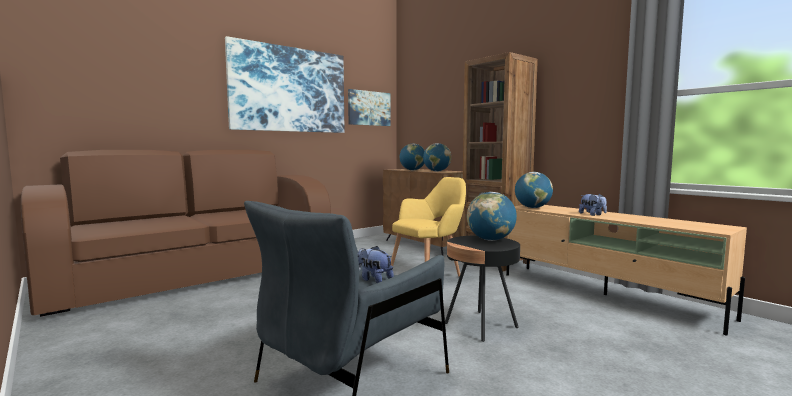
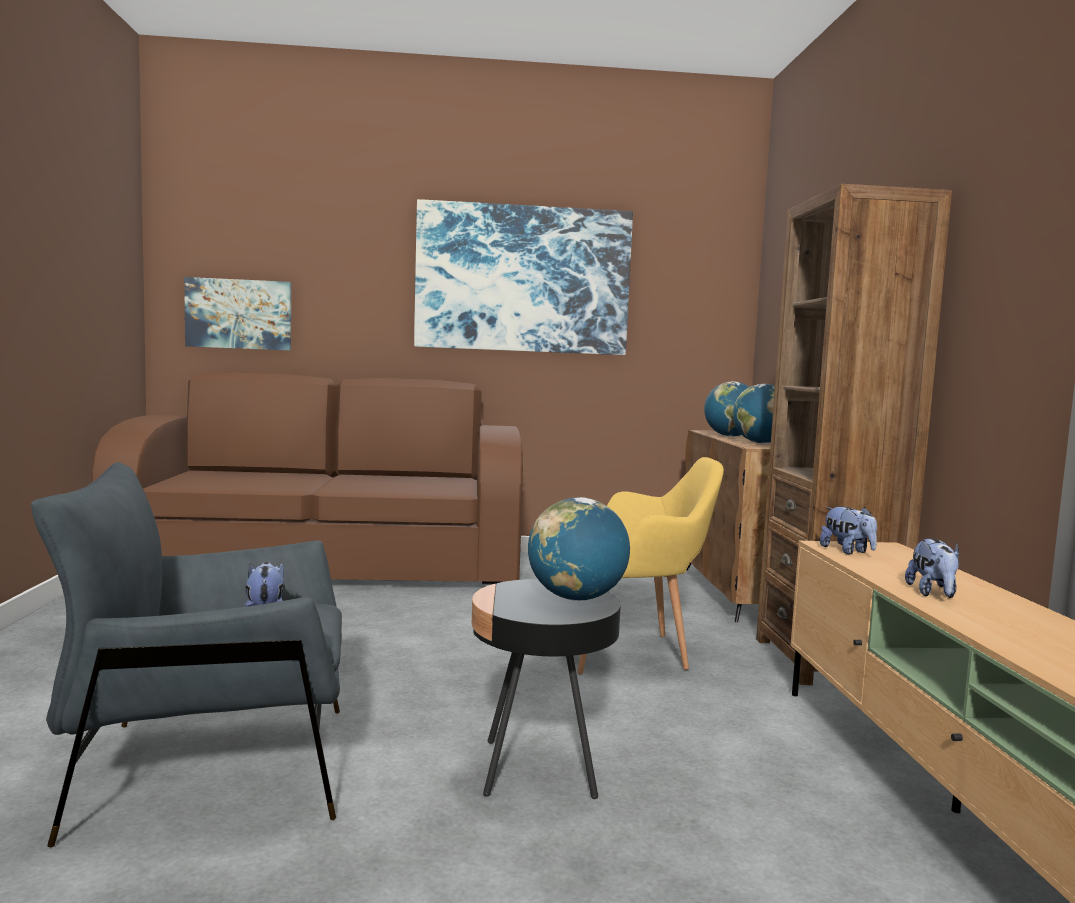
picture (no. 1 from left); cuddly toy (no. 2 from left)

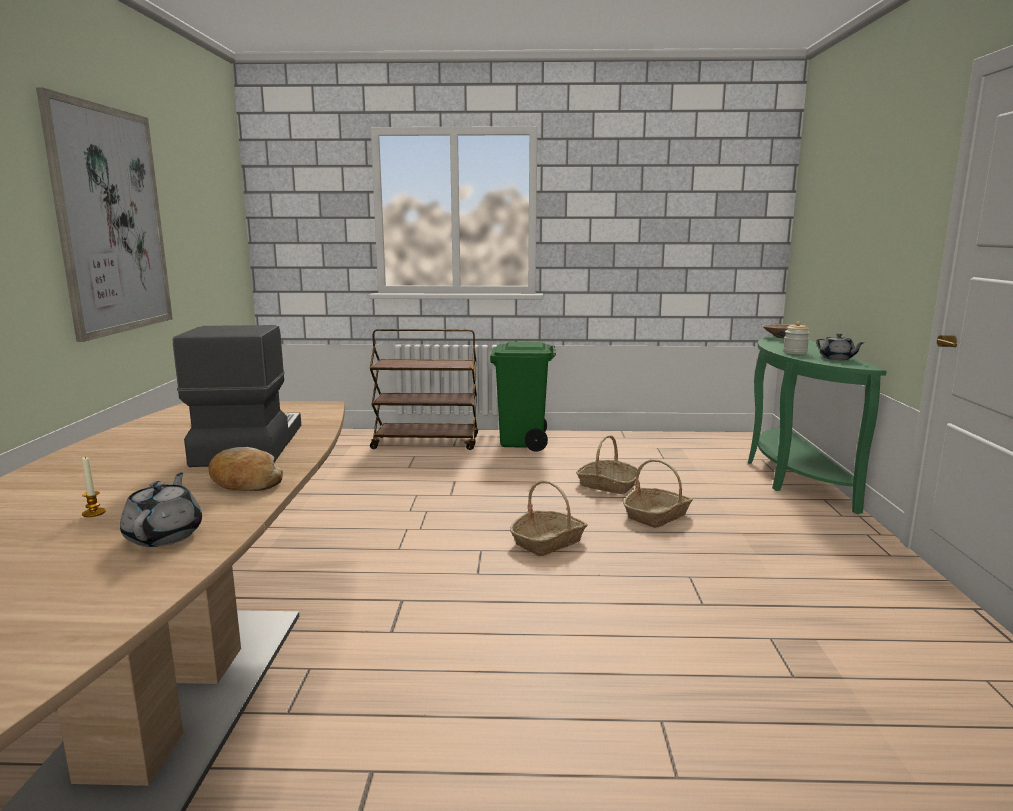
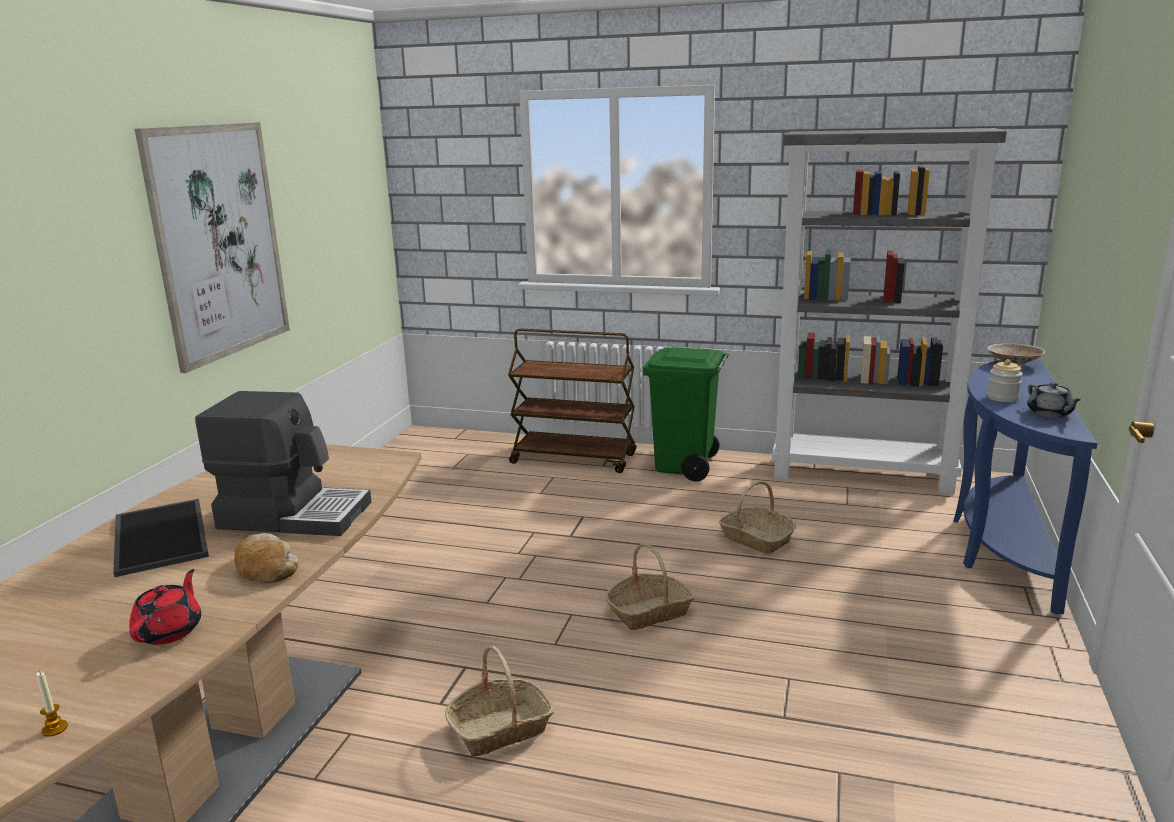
wax candle; serving tray; tea pot in reddish; coffee brewer; basket (no. 1 from left); shelving unit in greyish; hall table in blue-coloured

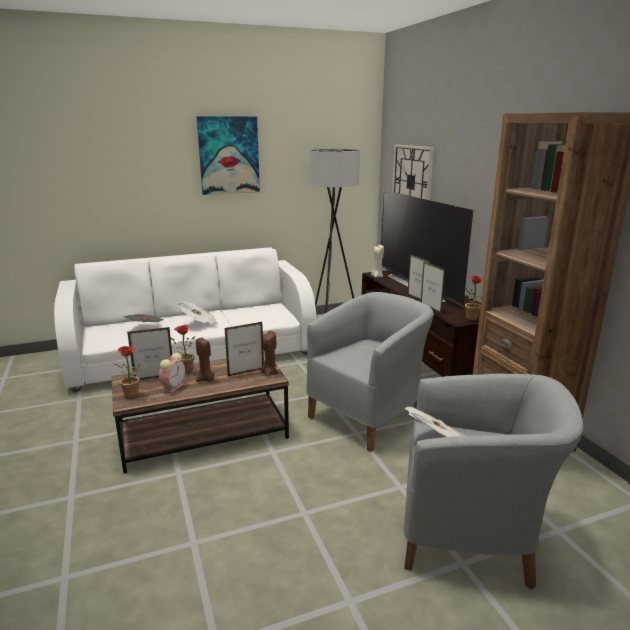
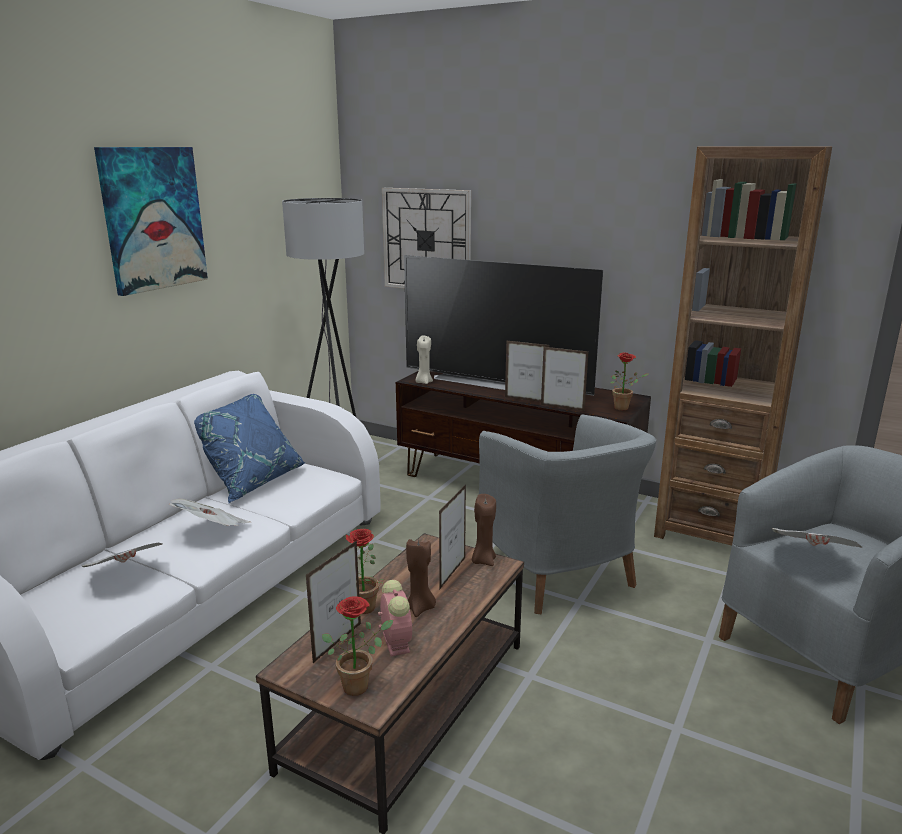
throw pillow in blue-coloured; armchair in greyish (no. 1 from left)

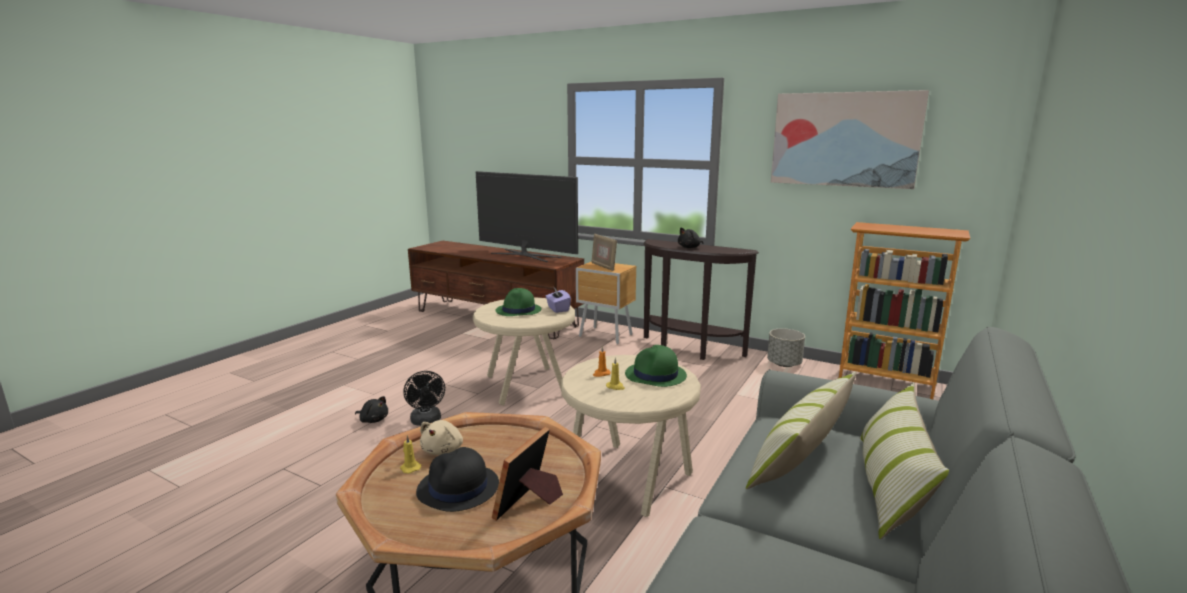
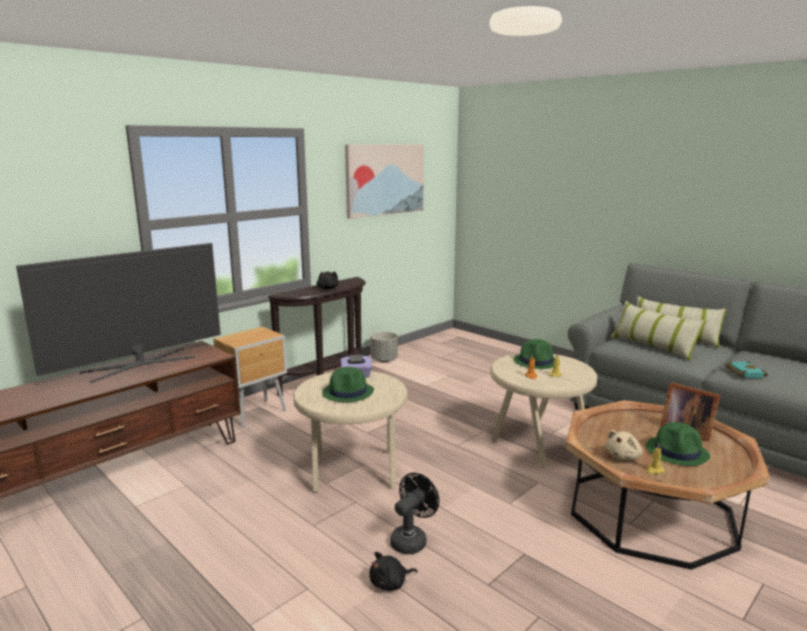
cuddly toy in blackish (no. 2 from left); electric fan in blackish; cuddly toy in beige-coloured; clothing hat in green-coloured (no. 3 from left); volume in blue-green; photo frame (no. 2 from left in the first image); shelving unit

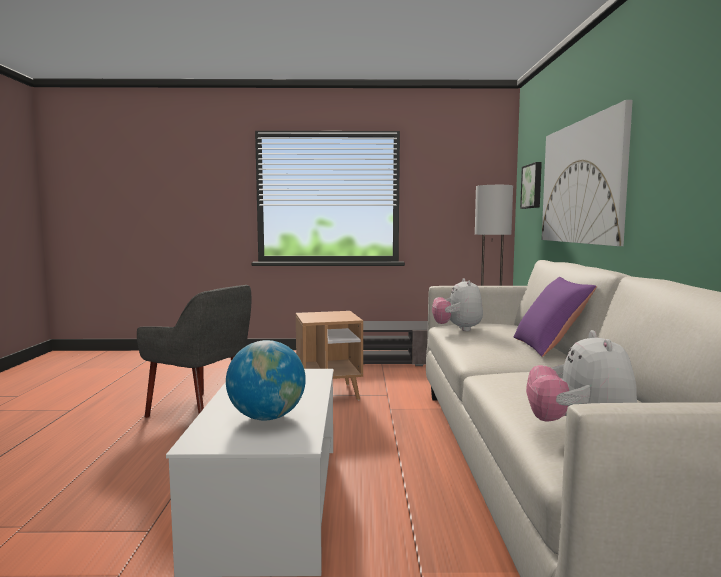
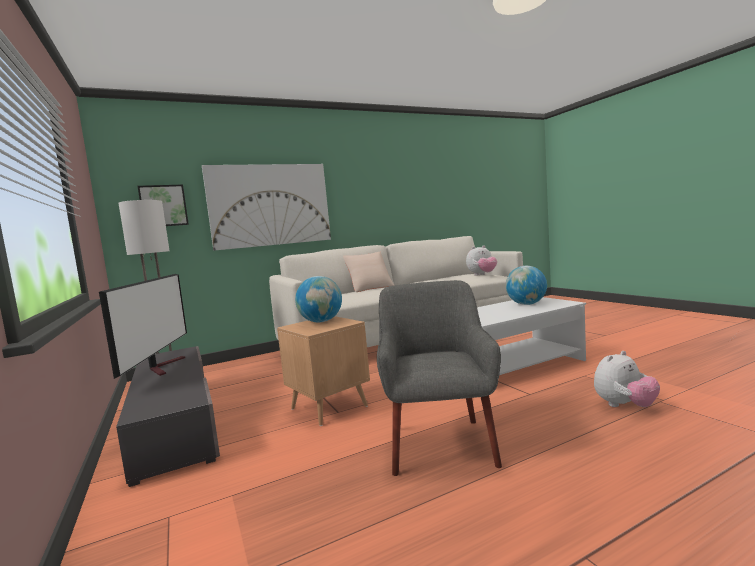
television; desk globe (no. 1 from left); throw pillow in beige-coloured; cuddly toy (no. 2 from left)

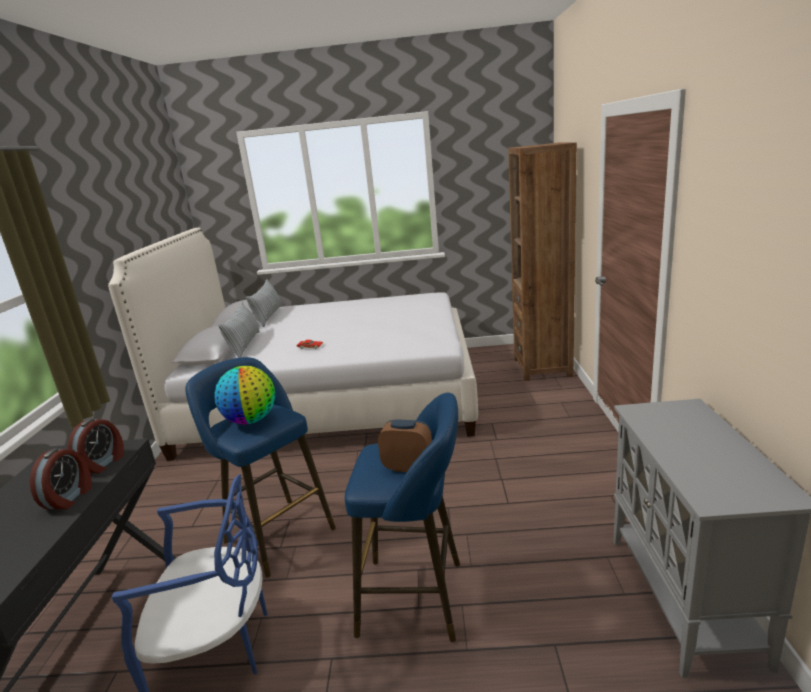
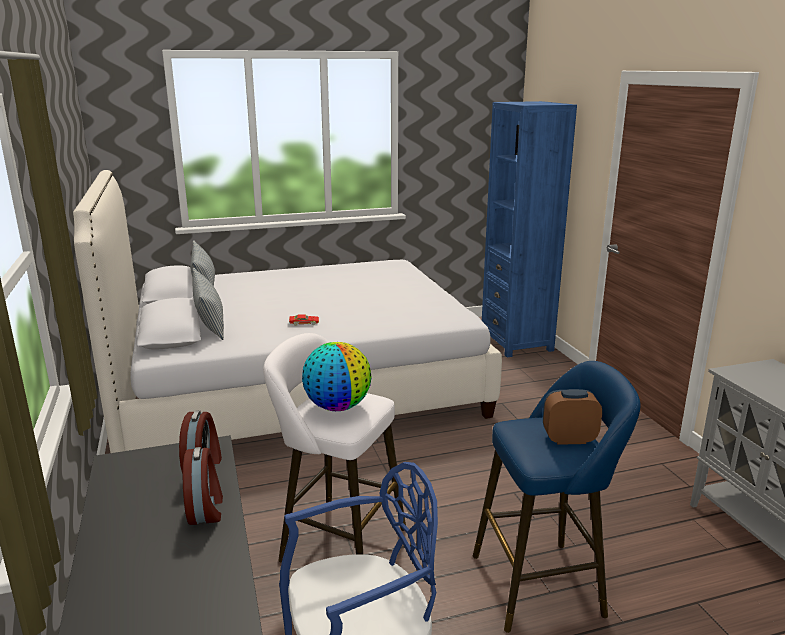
sitting stool in whitish; shelving unit in blue-coloured

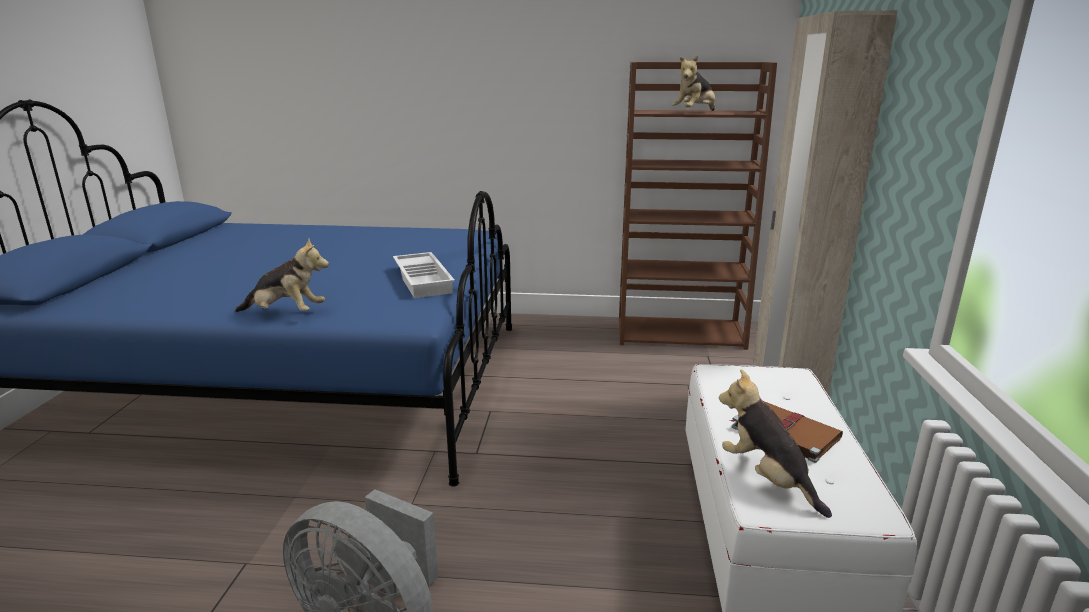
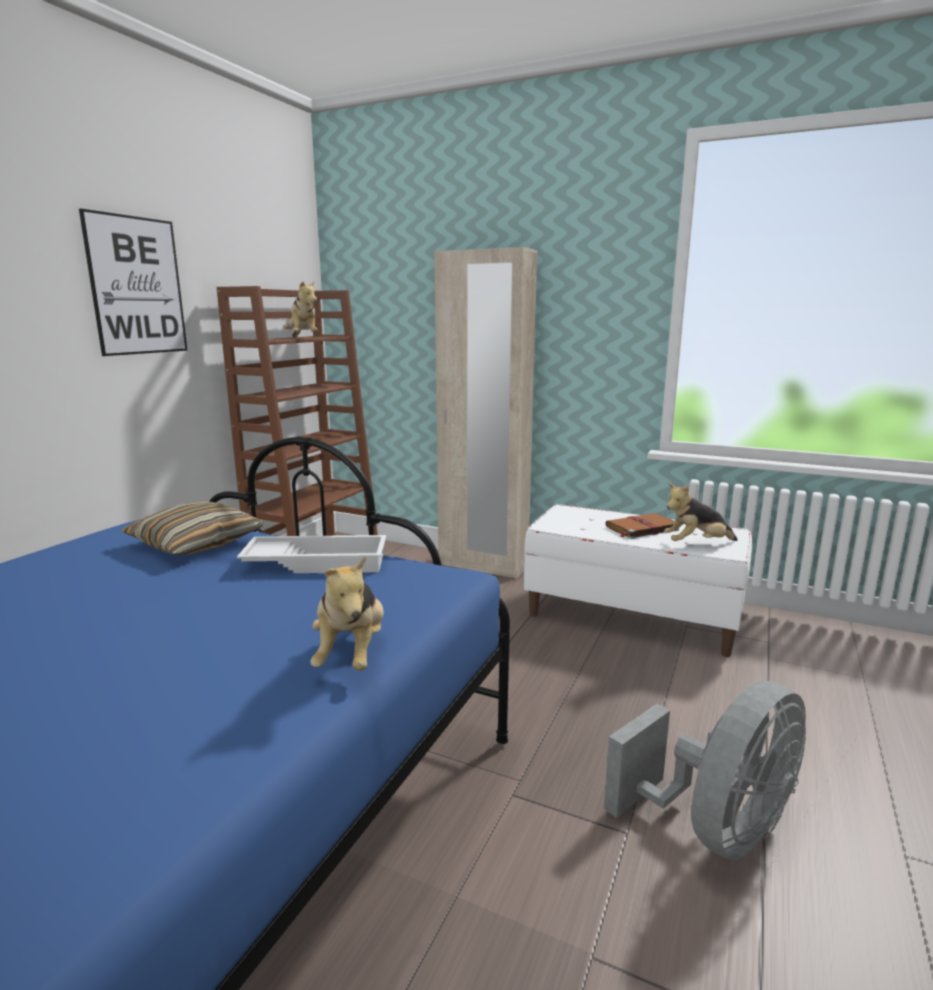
picture; throw pillow; cuddly toy (no. 2 from left)

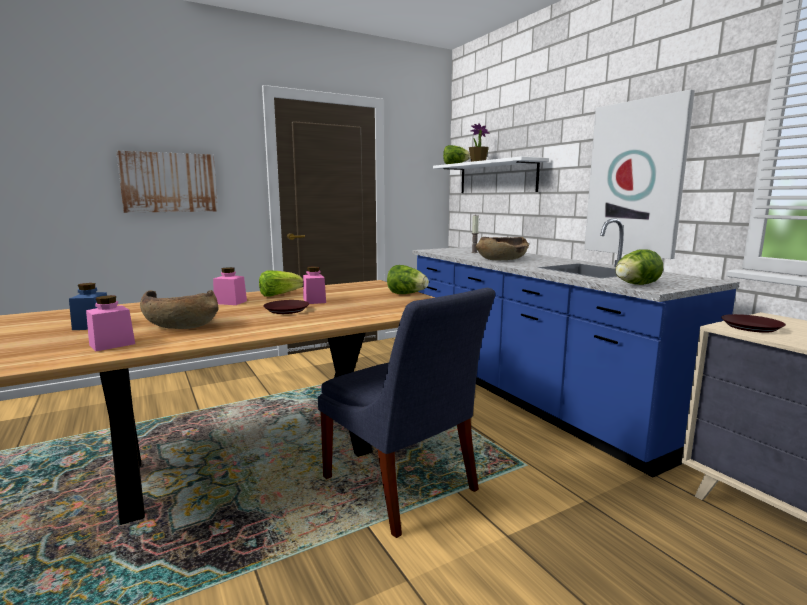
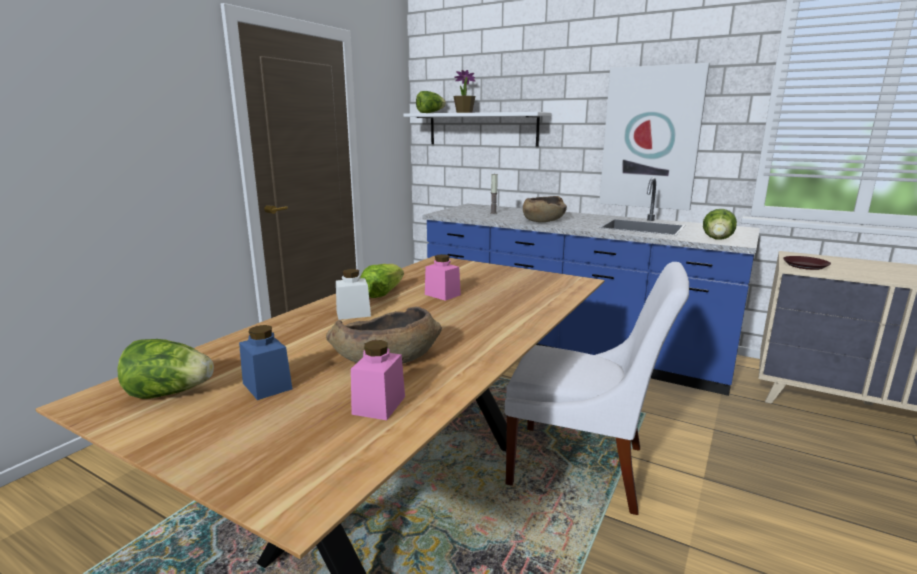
head of lettuce (no. 1 from left); jar in whitish; plain chair in whitish; picture (no. 1 from left in the first image); flat dish in brown-coloured (no. 1 from left in the first image)

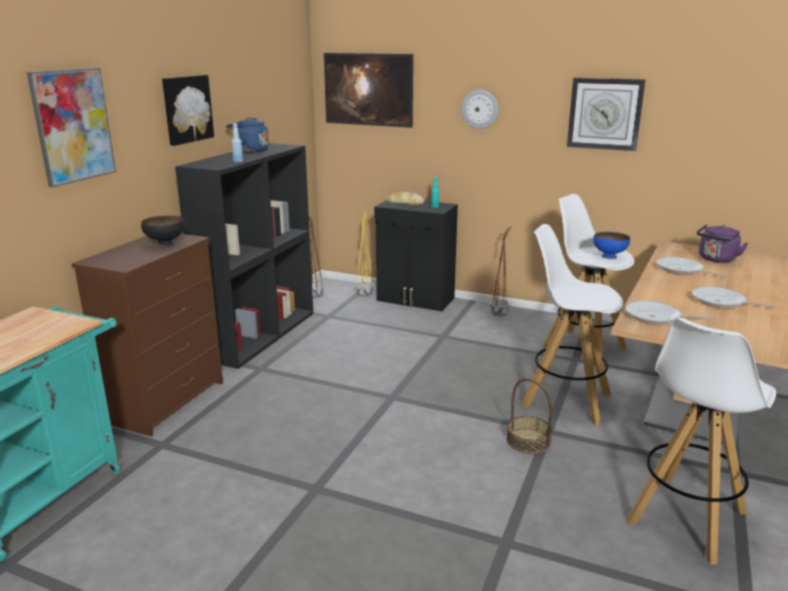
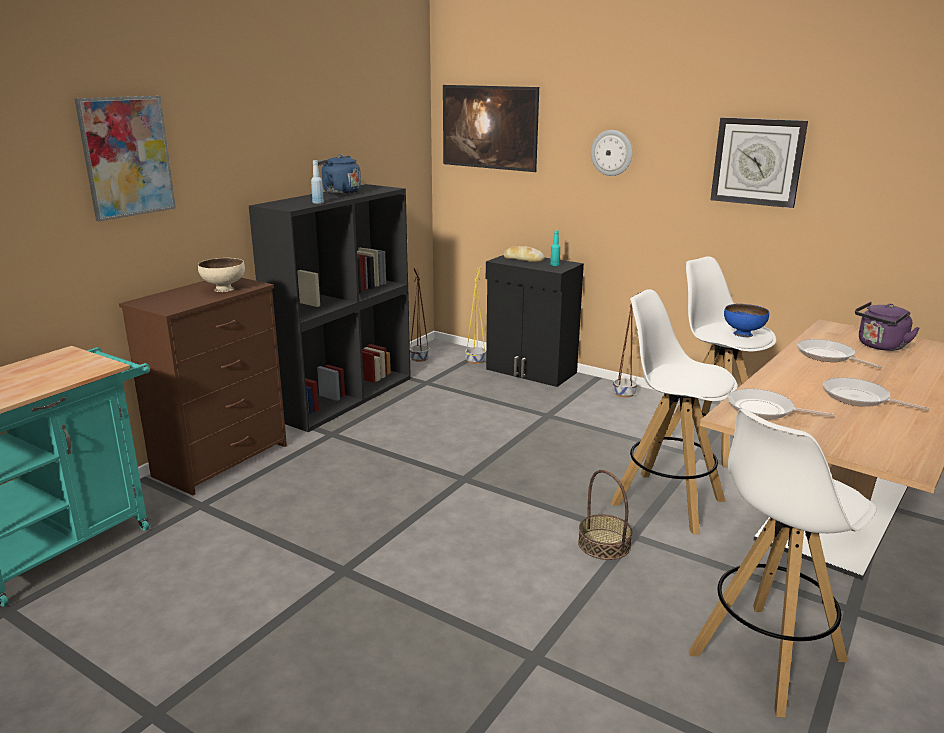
deep dish in beige-coloured; picture (no. 2 from left in the first image)

